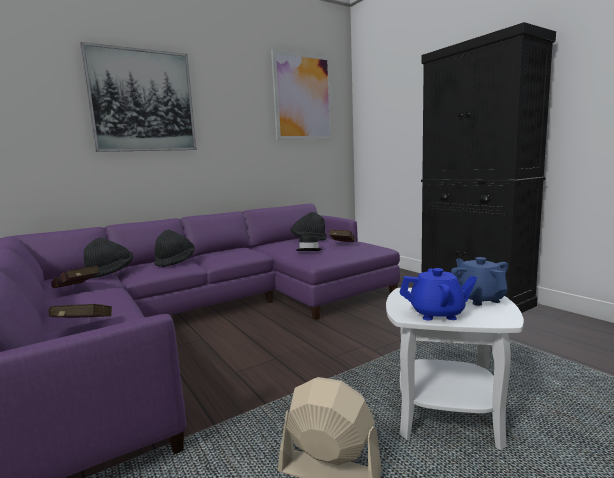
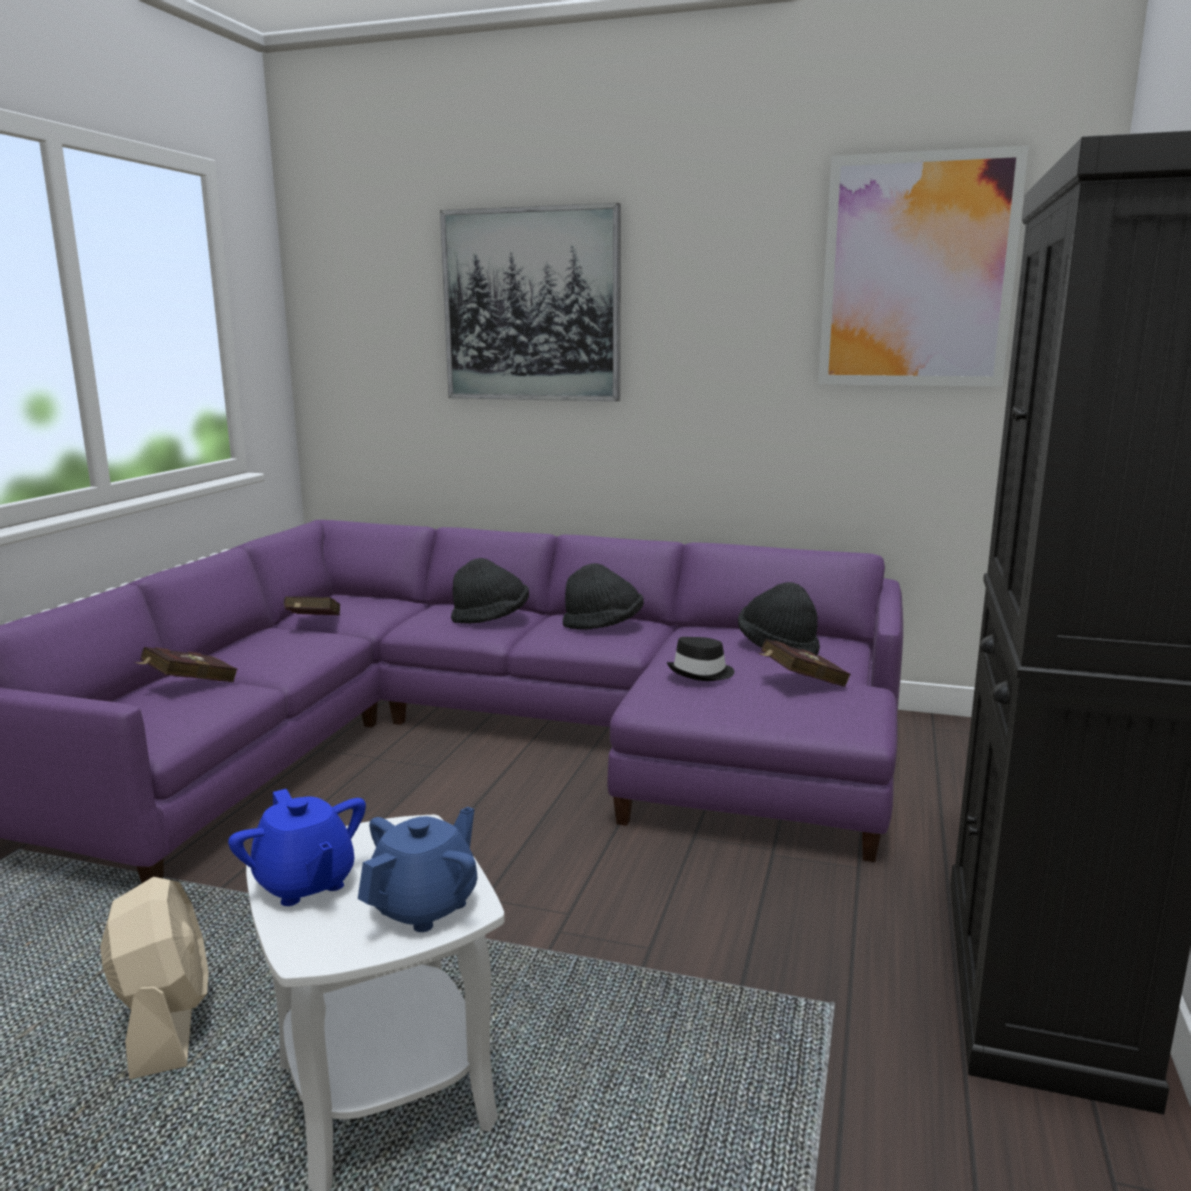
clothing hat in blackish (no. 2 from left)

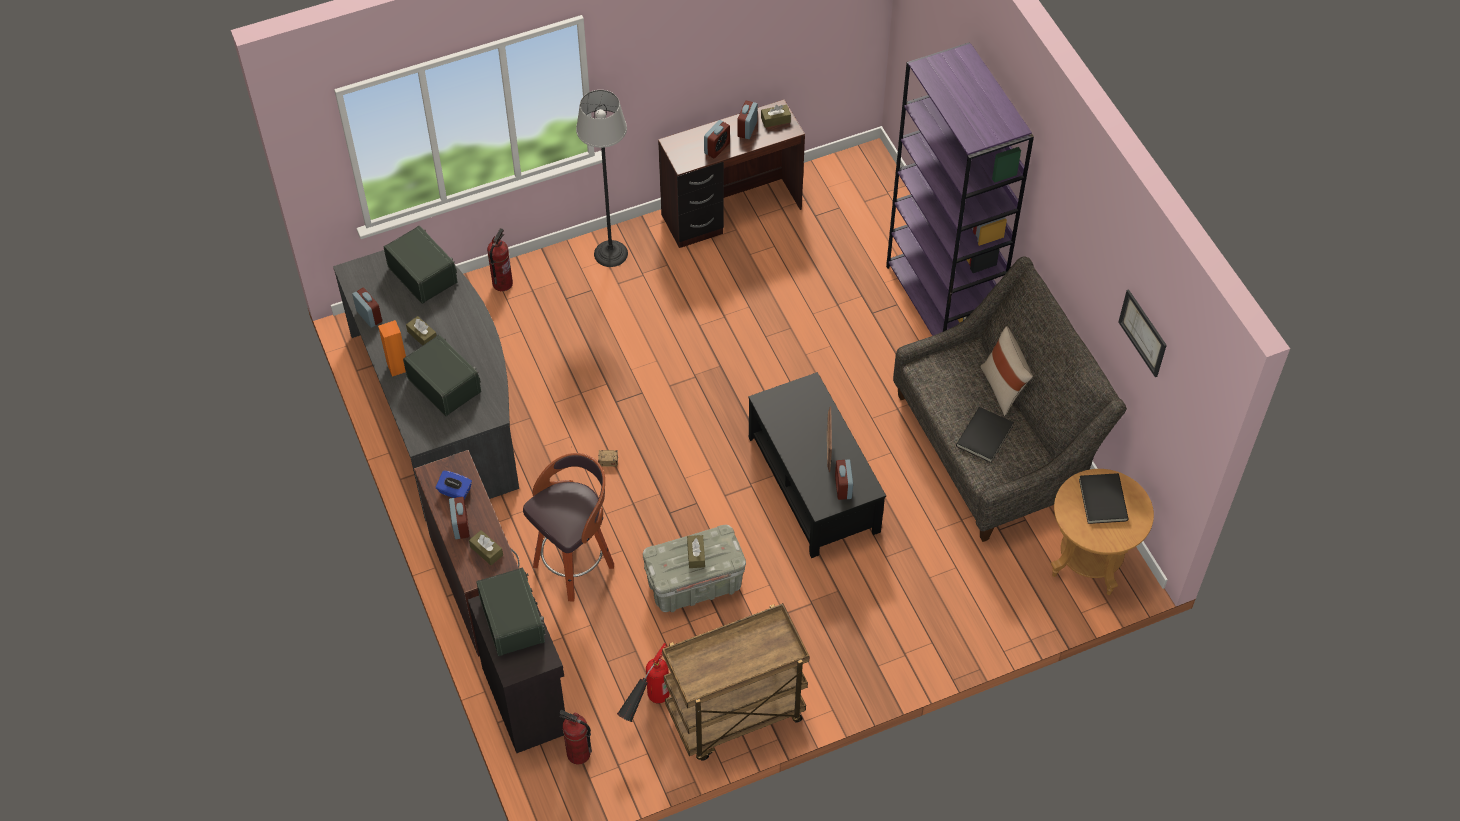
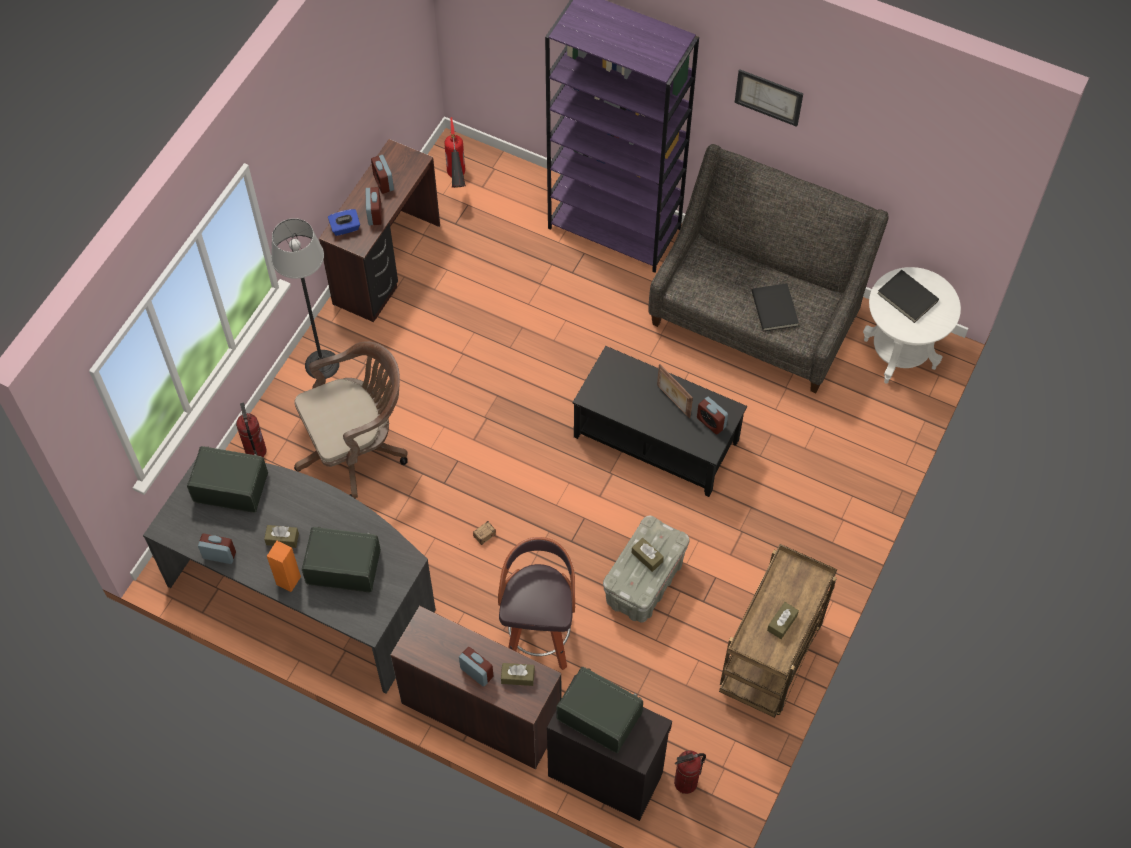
office chair in brown-coloured; tissue box in blue-coloured; extinguisher (no. 2 from left); picture; tissue box in brown-coloured (no. 4 from left); end table in whitish; throw pillow in beige-coloured

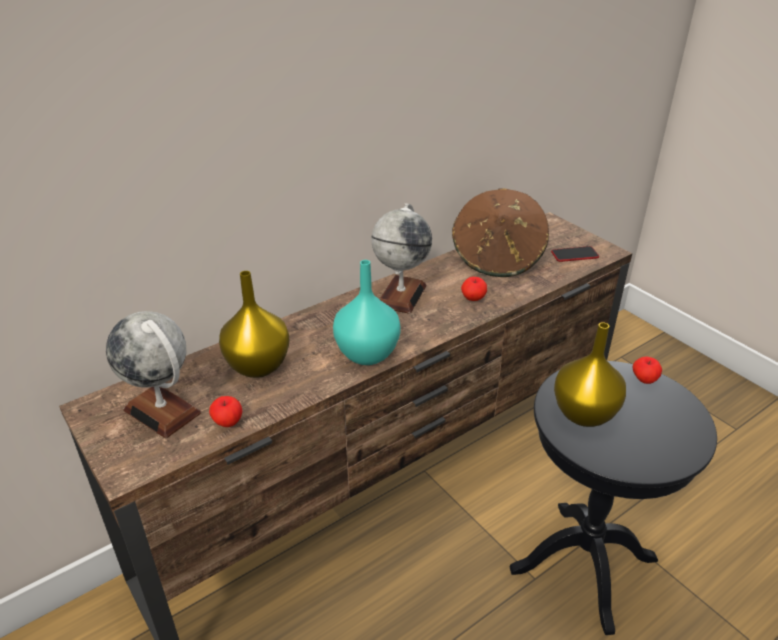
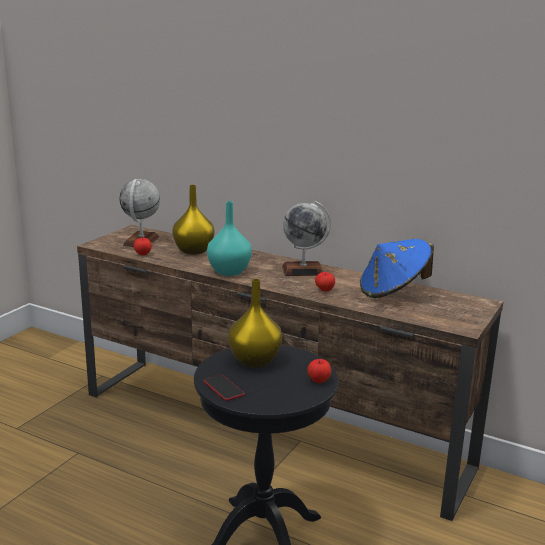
phone; clothing hat in blue-coloured

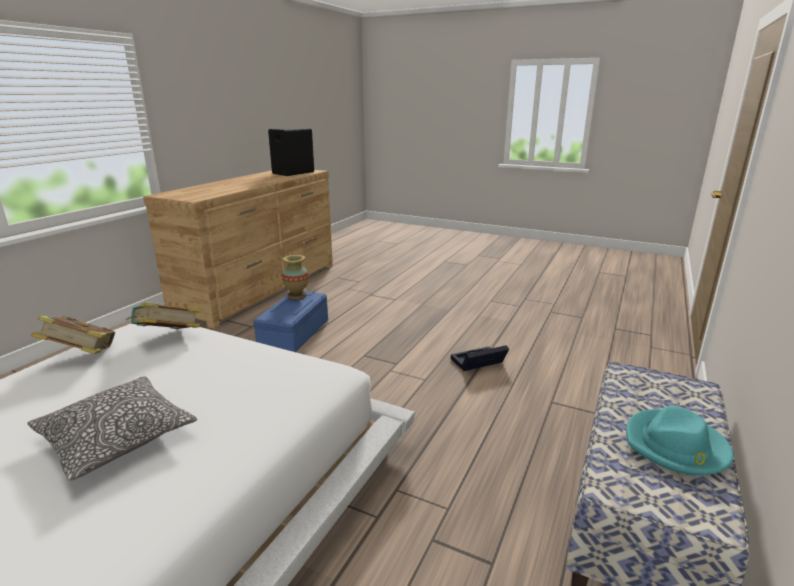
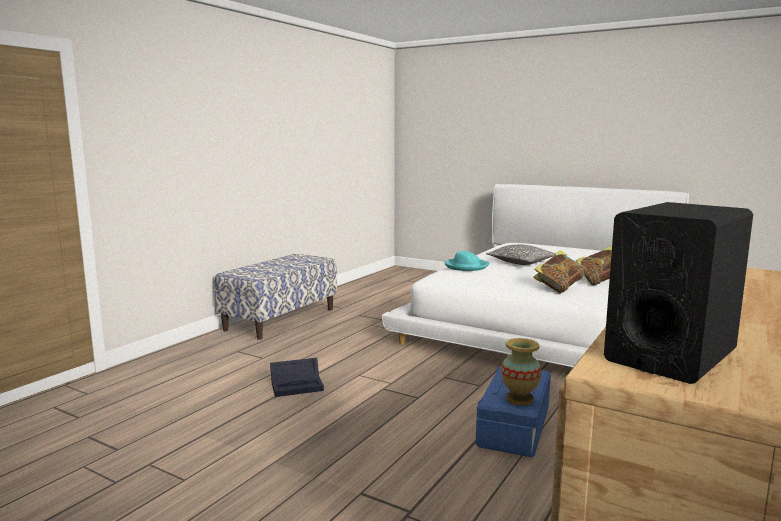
clothing hat in blue-green

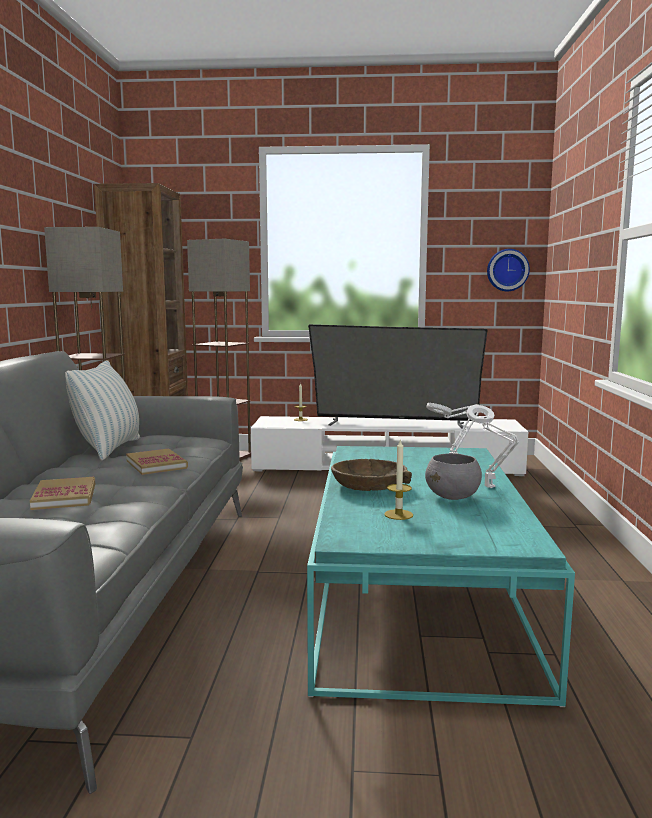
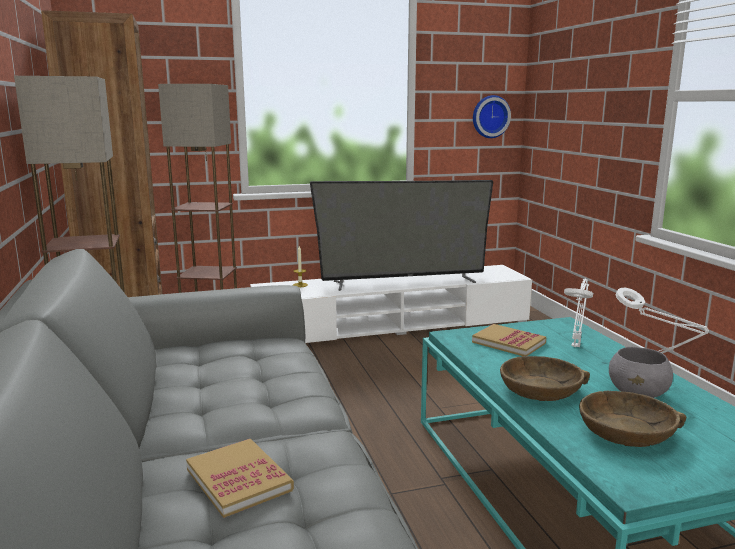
volume (no. 2 from left); deep dish in brown-coloured (no. 2 from left); throw pillow

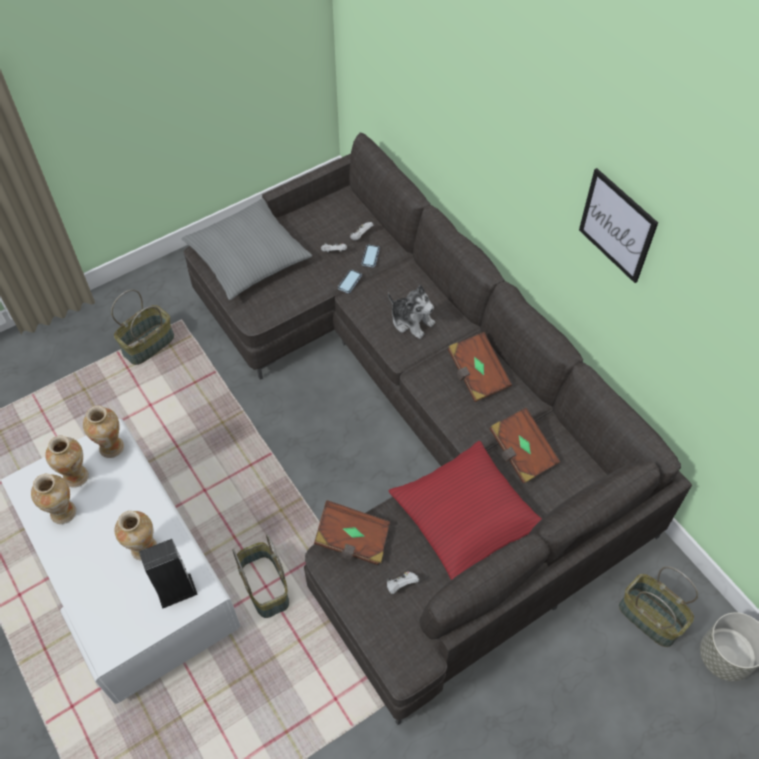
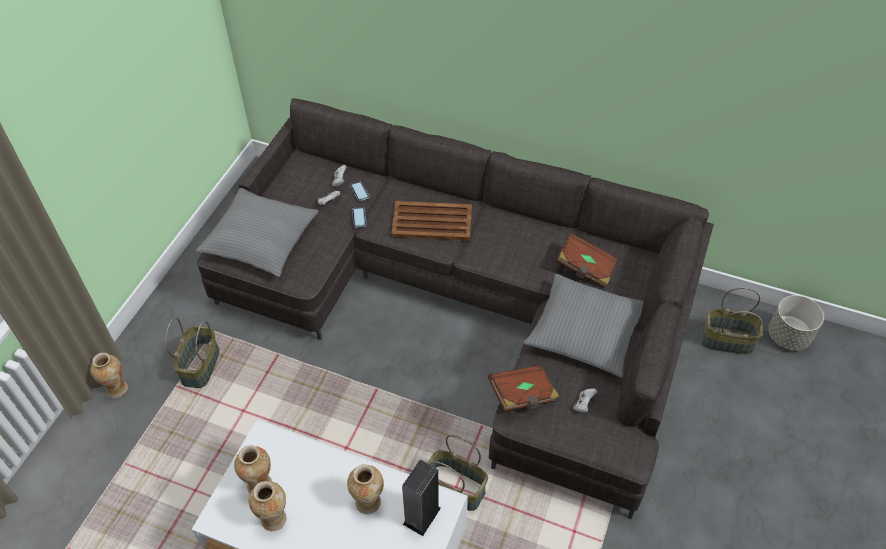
flower vase (no. 1 from left); serving tray in brown-coloured; throw pillow in greyish (no. 2 from left); volume in brown-coloured (no. 2 from left in the first image); picture

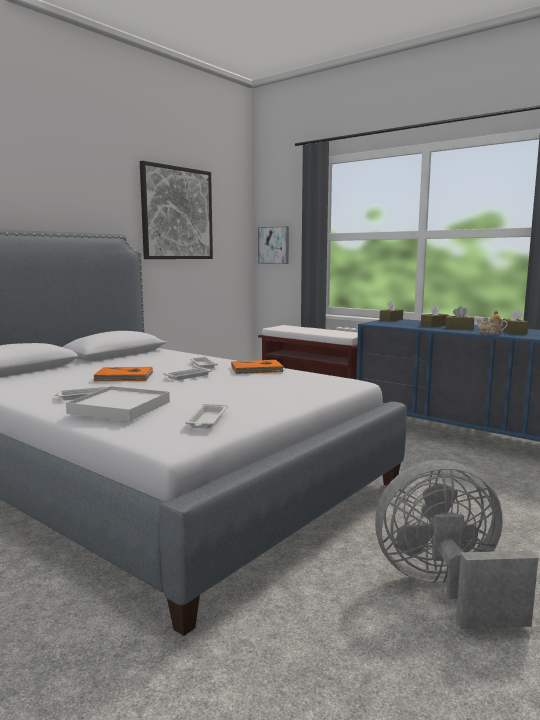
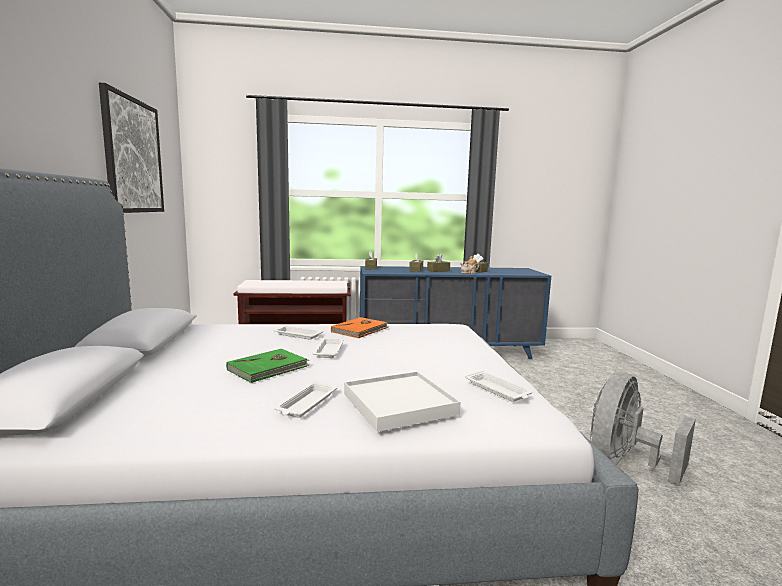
volume in green-coloured; picture (no. 2 from left in the first image)

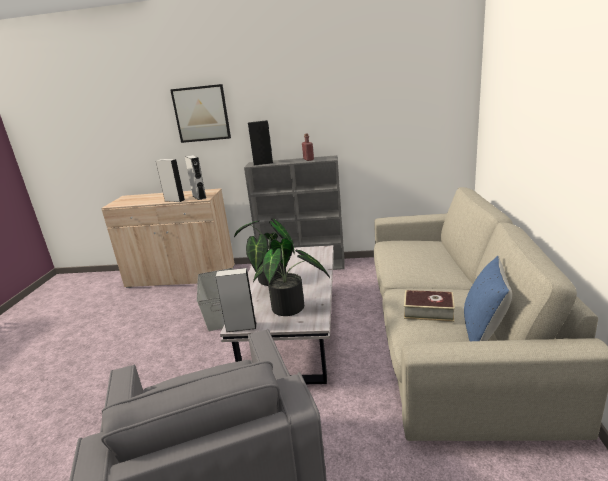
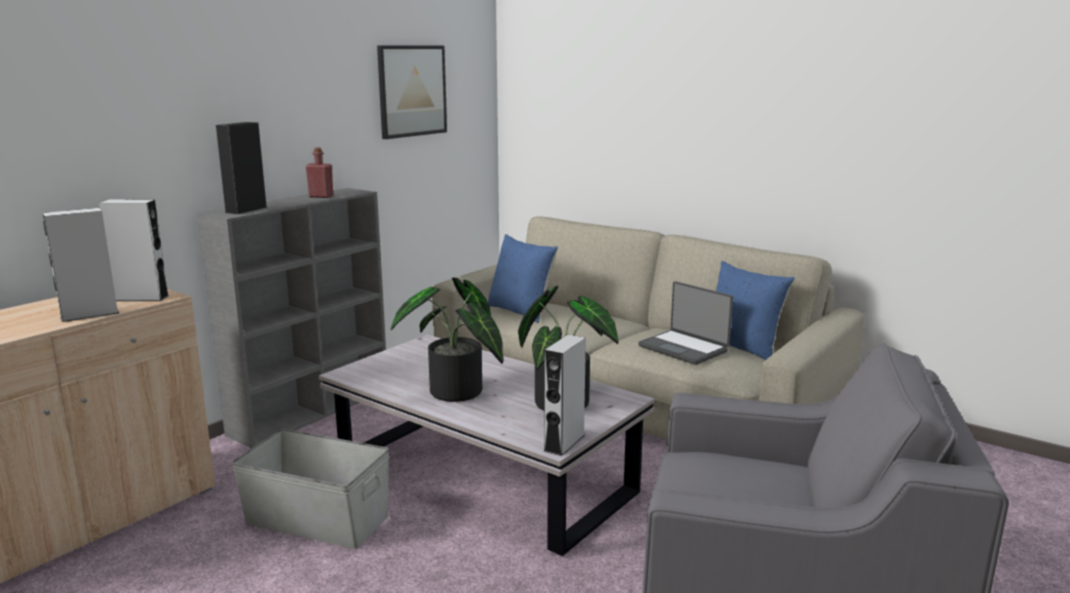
picture; throw pillow in blue-coloured (no. 1 from left); portable computer

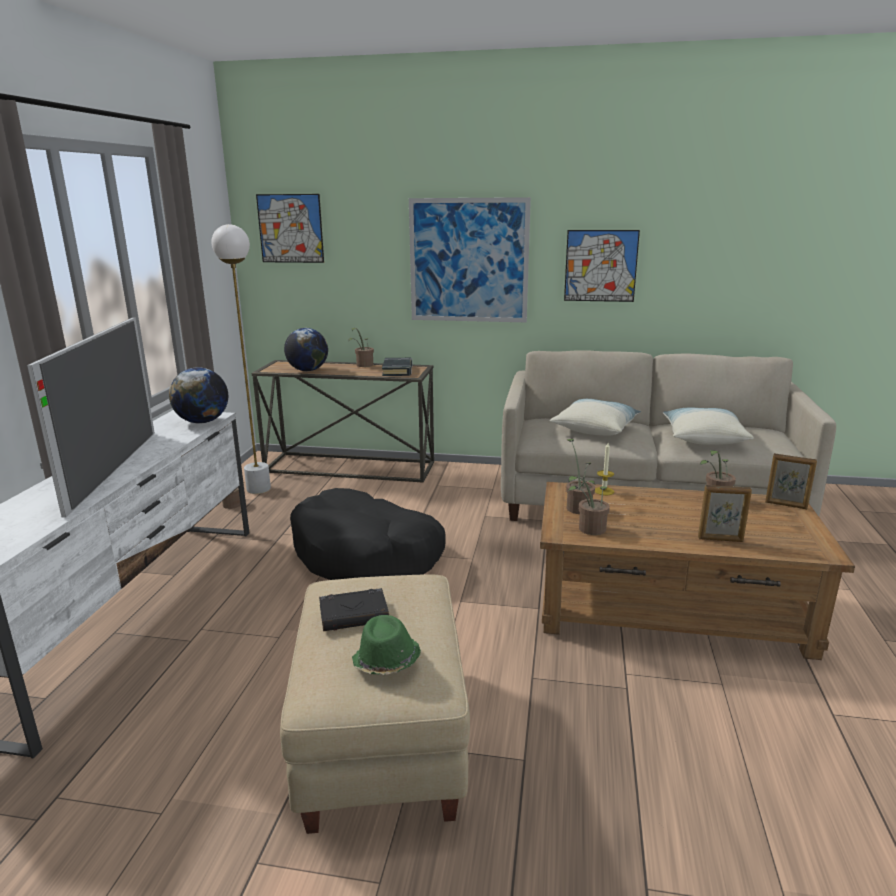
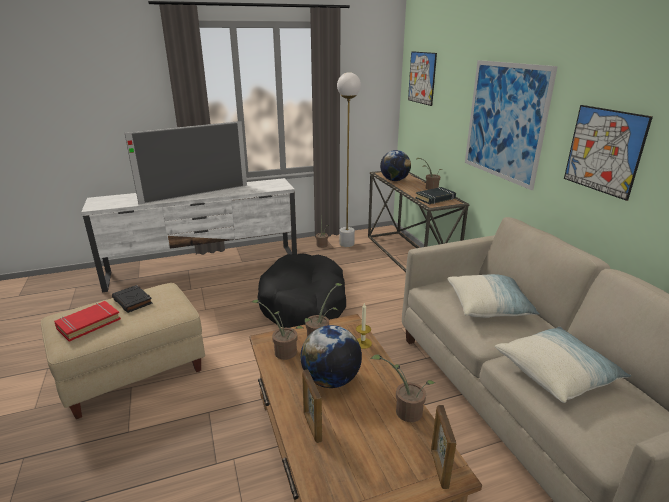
volume in reddish; desk globe (no. 1 from left)

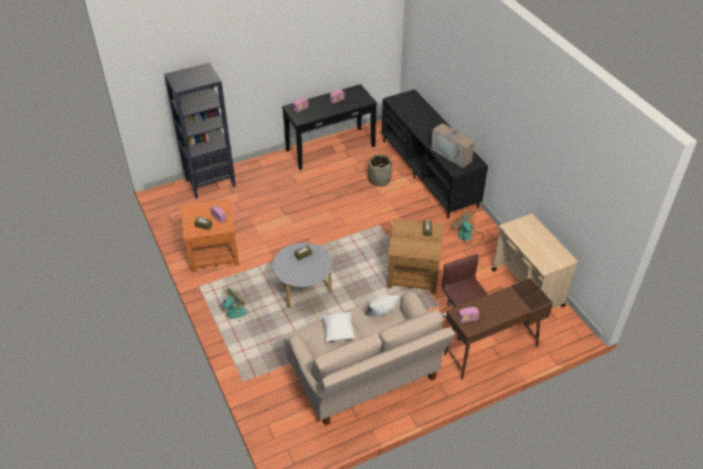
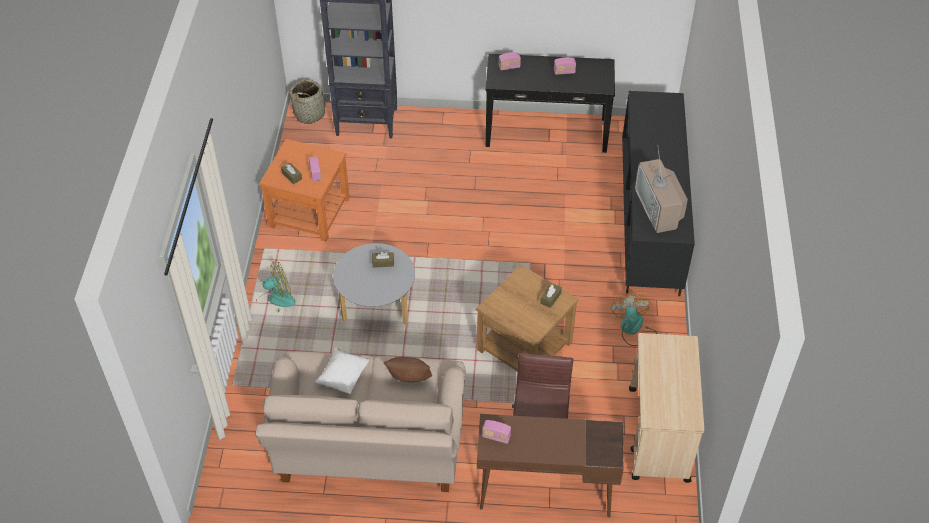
basket; throw pillow in brown-coloured

